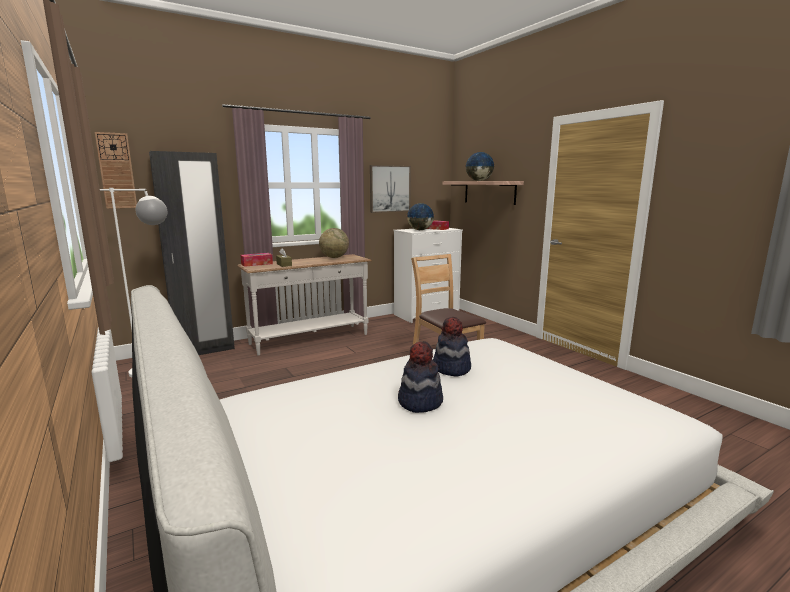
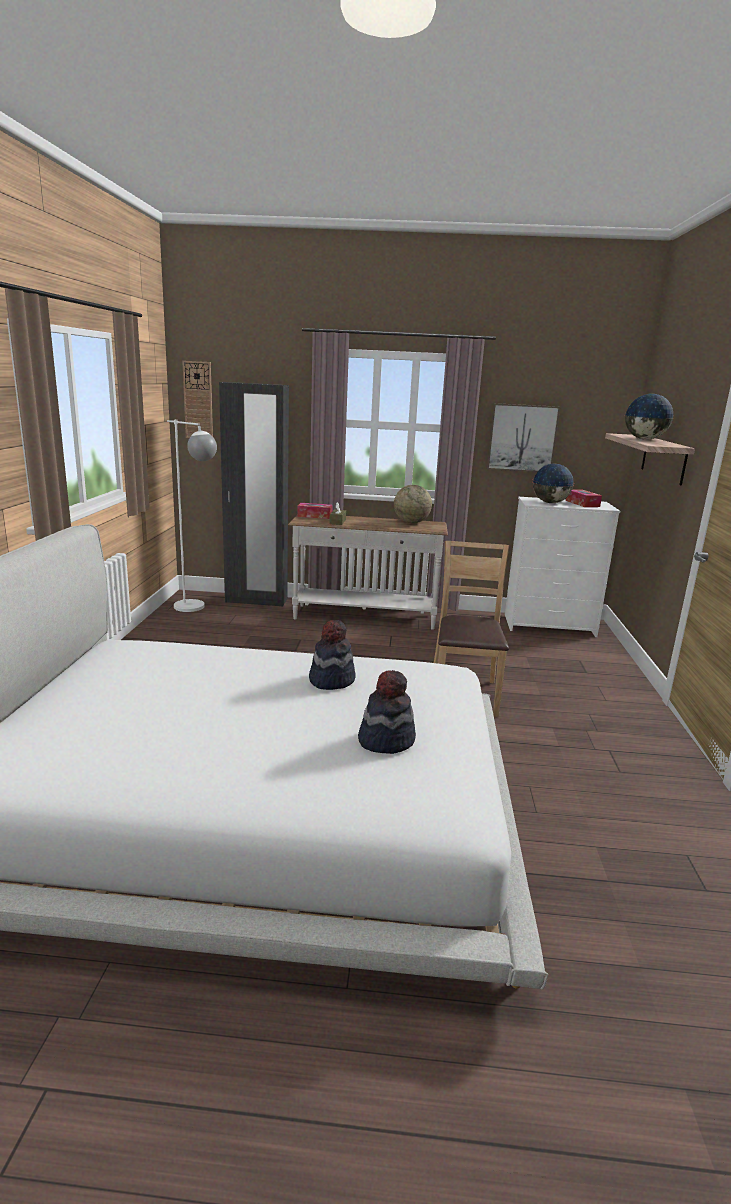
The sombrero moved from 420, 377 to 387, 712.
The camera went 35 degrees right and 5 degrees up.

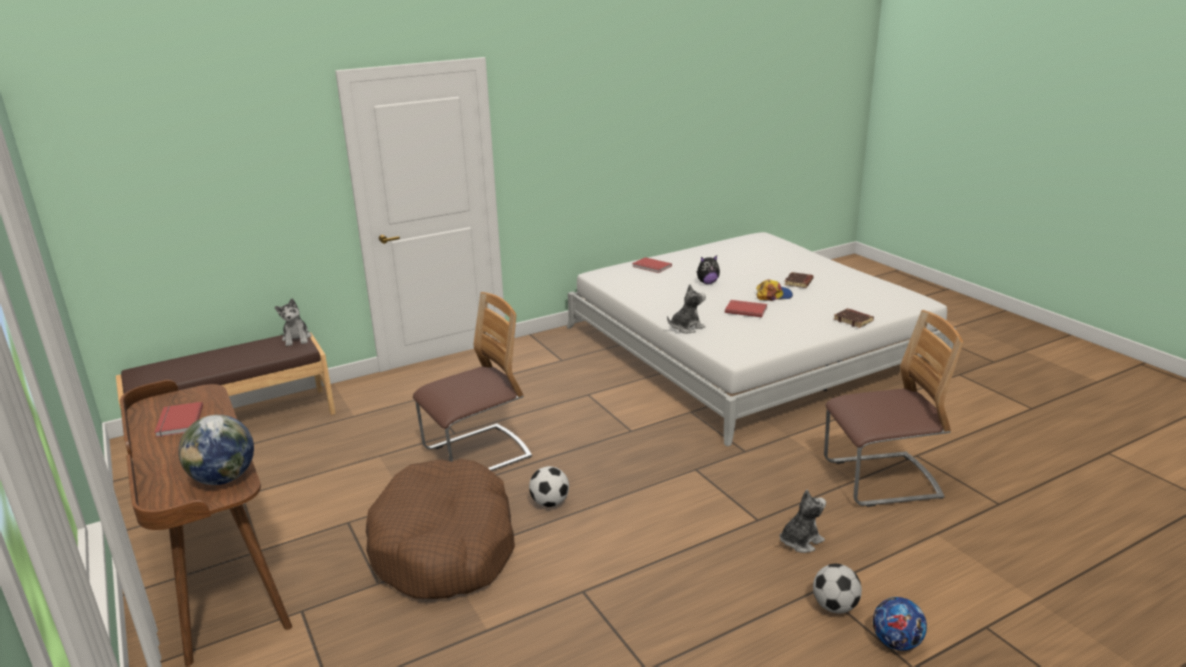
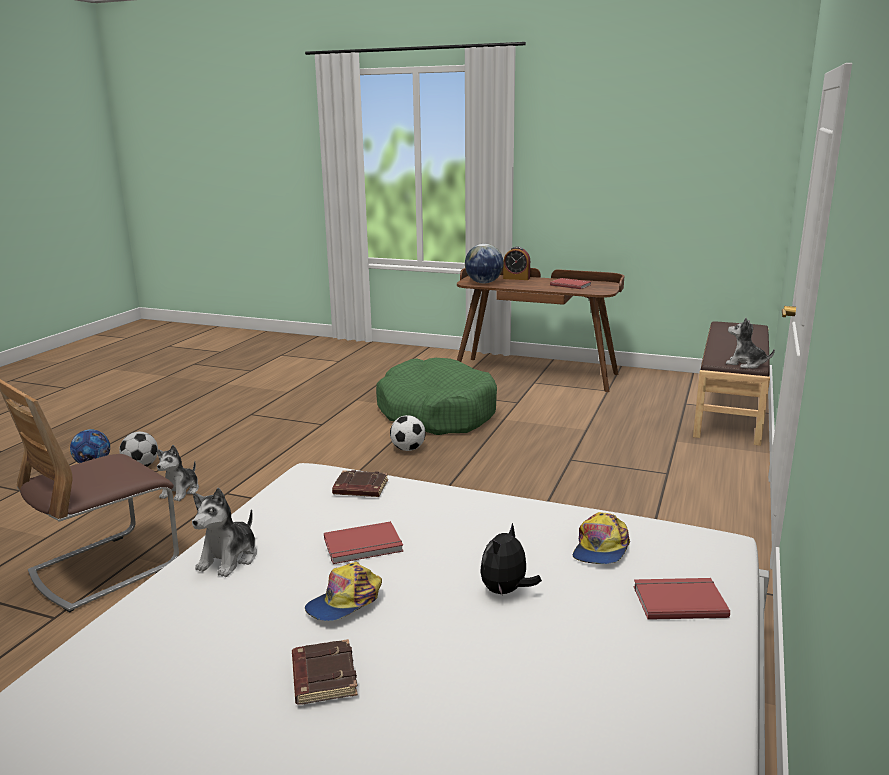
The peluche moved from 686, 309 to 224, 532.
The silla at 472, 381 disappeared.
The libro [marrón] moved from 854, 318 to 360, 483.
The cama para perro [marrón] at 440, 529 became the cama para perro [verde] at 436, 396.
The despertador at 516, 263 appeared.
The gorra at 601, 538 appeared.
The camera went 140 degrees right and 5 degrees down.

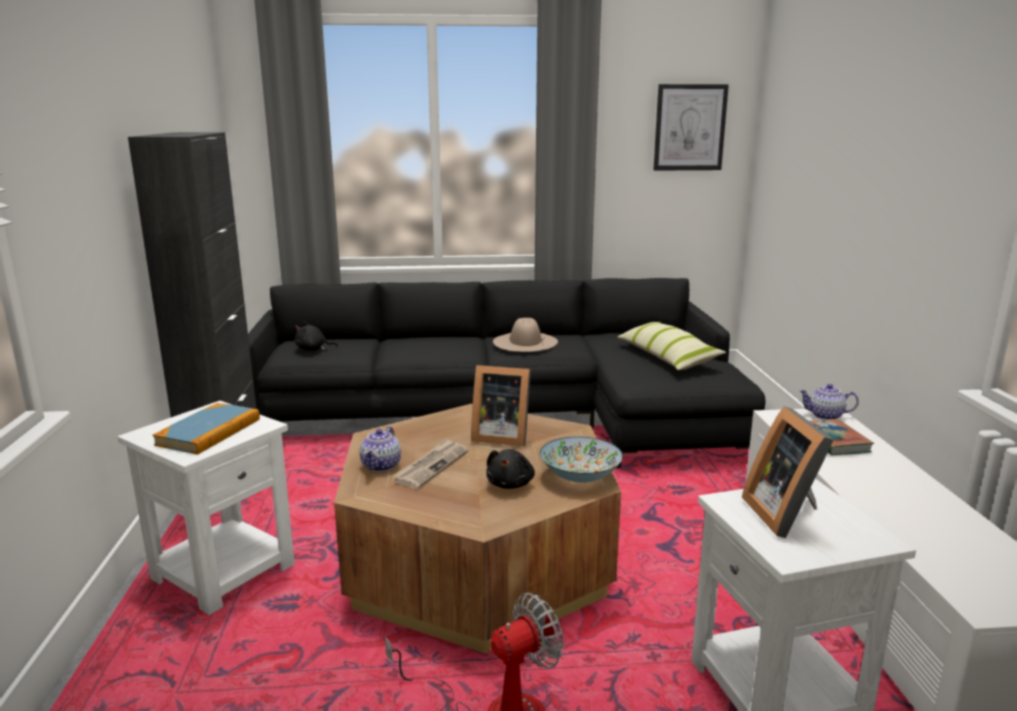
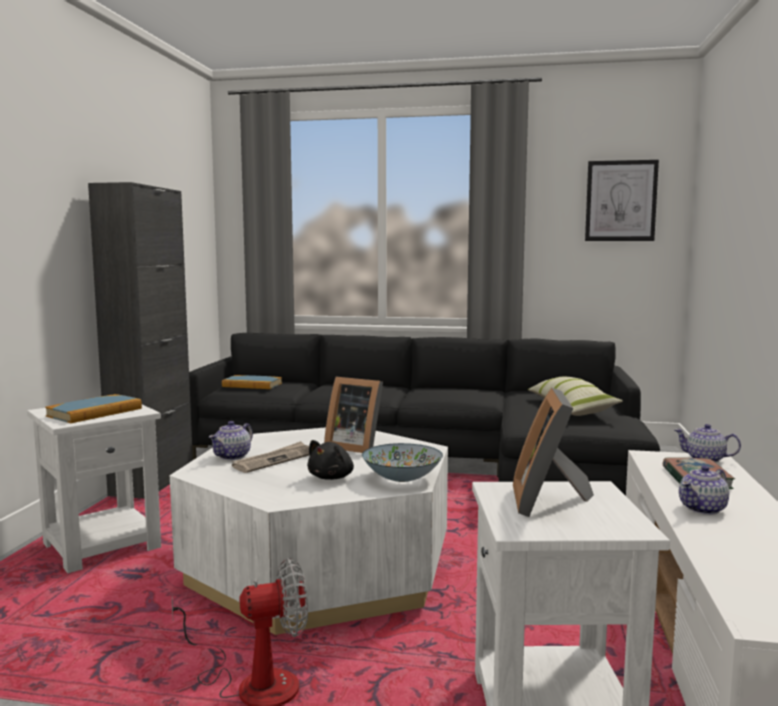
The sombrero [beis] at 525, 335 disappeared.
The peluche [negro] at 316, 336 was replaced by the libro at 252, 382.
The mesa de centro [marrón] at 477, 528 became the mesa de centro [blanco] at 309, 531.
The tetera at 704, 490 appeared.
The camera went 15 degrees right and 10 degrees down.

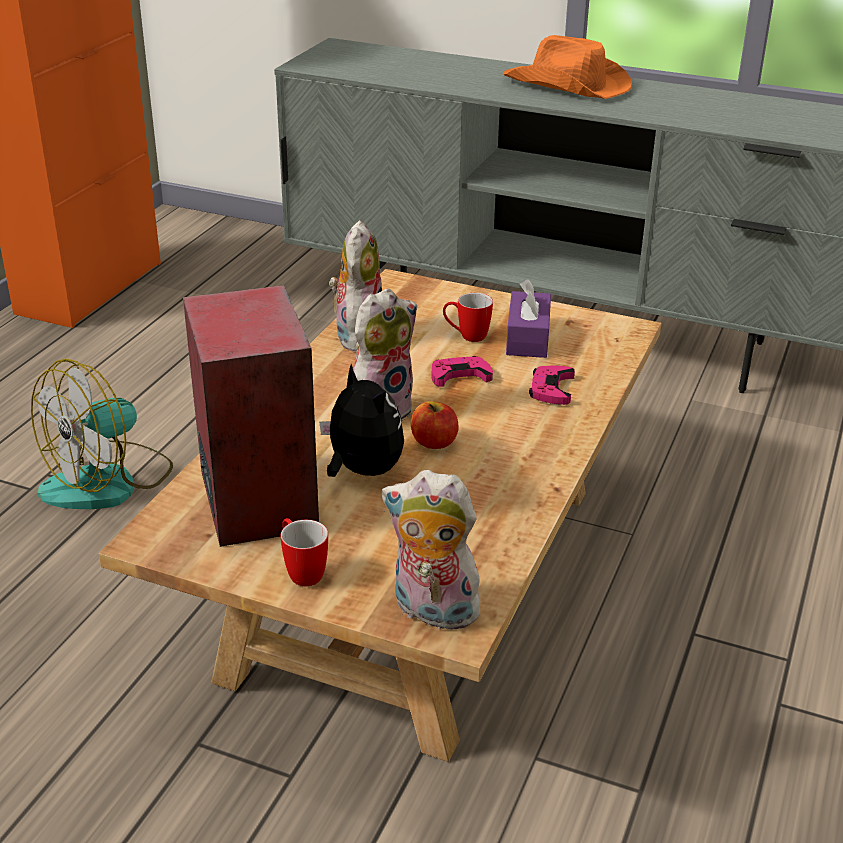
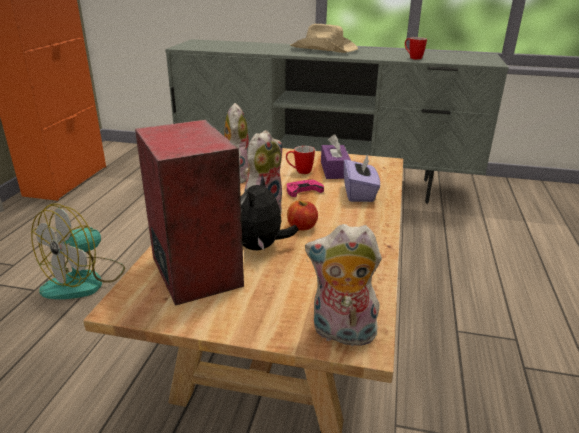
The sombrero [naranja] at 567, 67 became the sombrero [beis] at 324, 38.
The peluche at 362, 420 turned 120 degrees counterclockwise.
The mando de consola [rosa] at 552, 385 was replaced by the caja de pañuelos [morado] at 362, 178.
The taza grande moved from 304, 552 to 416, 48.
The camera went 10 degrees left and 5 degrees down.

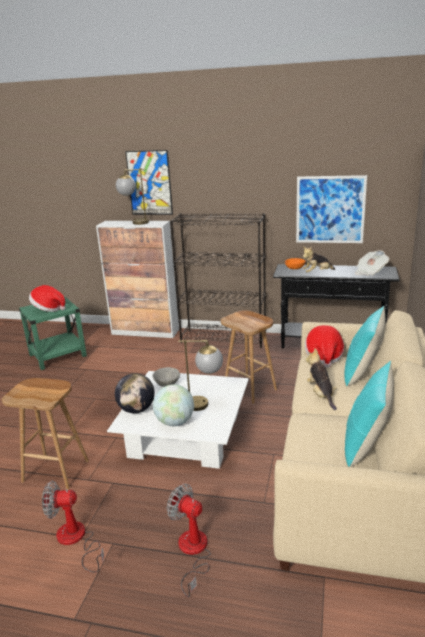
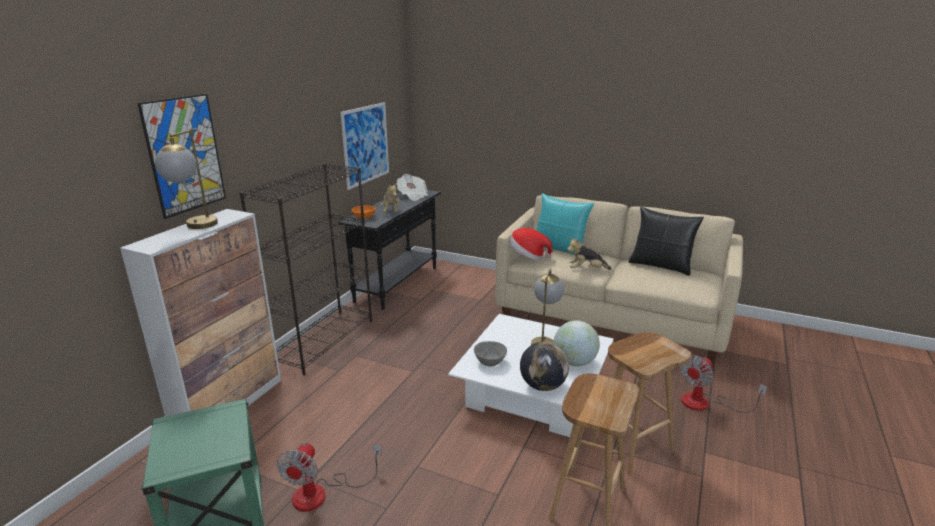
The sombrero at 47, 298 disappeared.
The taburete [marrón] moved from 249, 357 to 641, 404.
The cojín [turquesa] at 369, 414 became the cojín [negro] at 666, 241.
The ventilador moved from 73, 527 to 329, 477.
The camera went 80 degrees left and 0 degrees up.

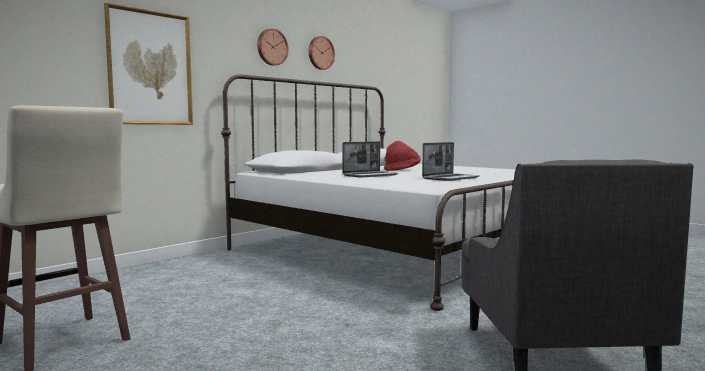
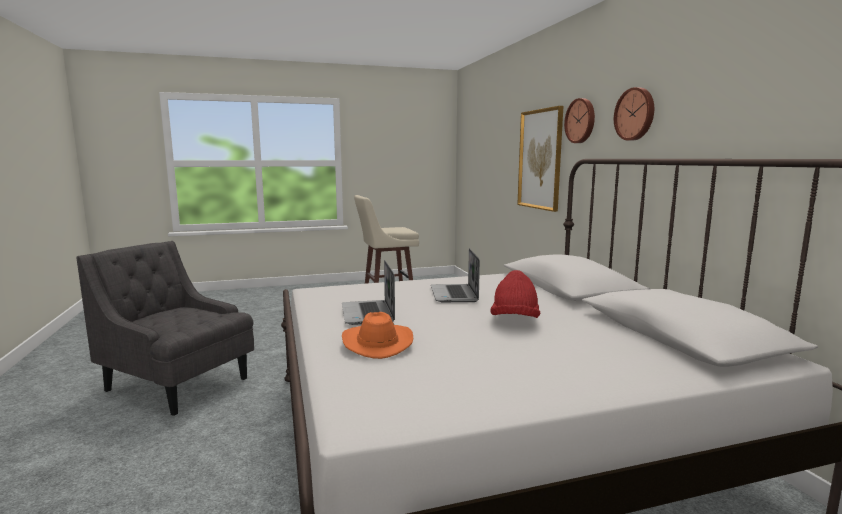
The reloj de pared moved from 322, 53 to 579, 120.
The sombrero [naranja] at 377, 335 appeared.
The camera went 120 degrees right and 5 degrees up.

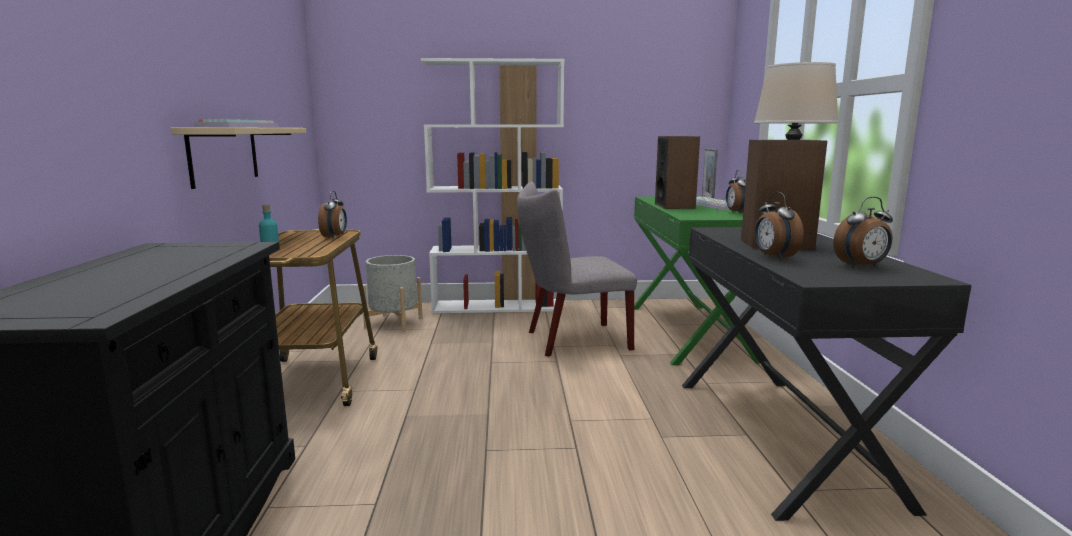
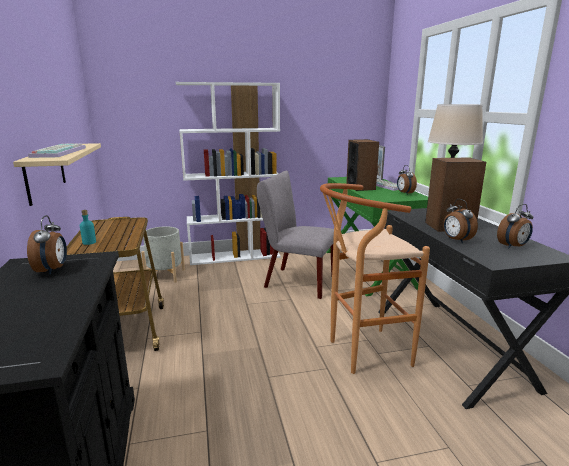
The silla [gris] at 577, 269 turned 45 degrees clockwise.
The despertador moved from 332, 214 to 47, 245.
The taburete [marrón] at 375, 278 appeared.
The camera went 10 degrees left and 5 degrees up.

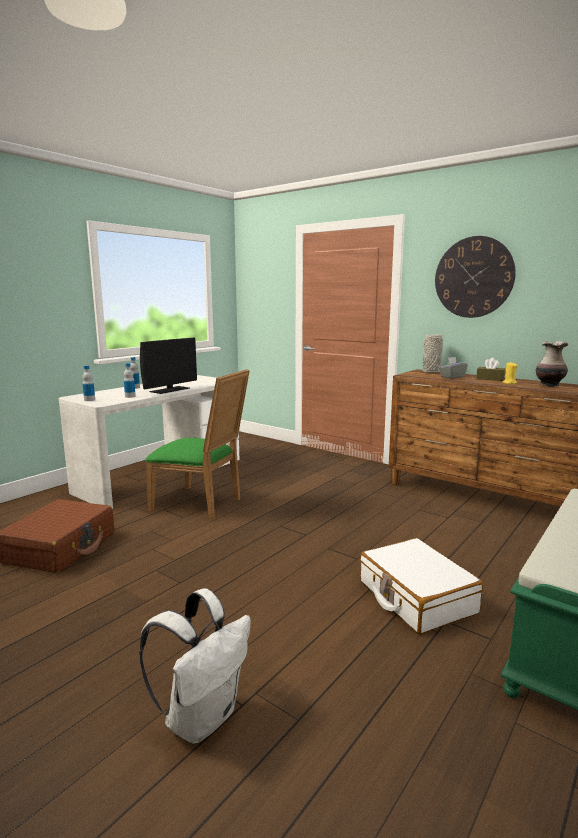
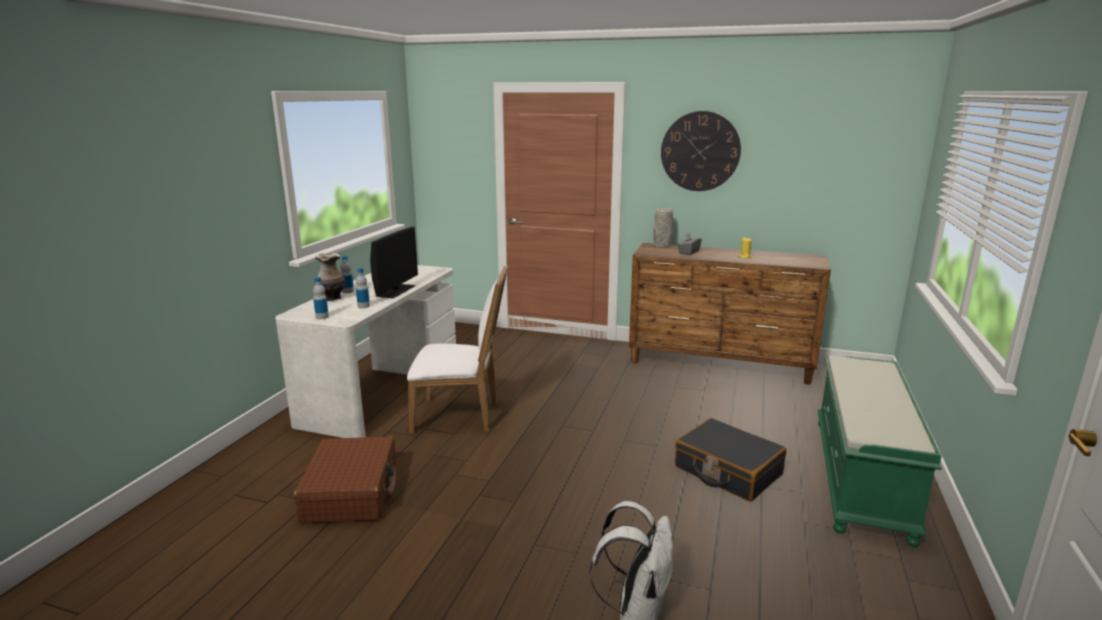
The florero moved from 552, 364 to 330, 277.
The caja de pañuelos [marrón] at 490, 369 disappeared.
The silla [verde] at 197, 444 became the silla [blanco] at 457, 350.
The maleta [blanco] at 421, 586 became the maleta [negro] at 730, 460.
The camera went 20 degrees left and 5 degrees up.

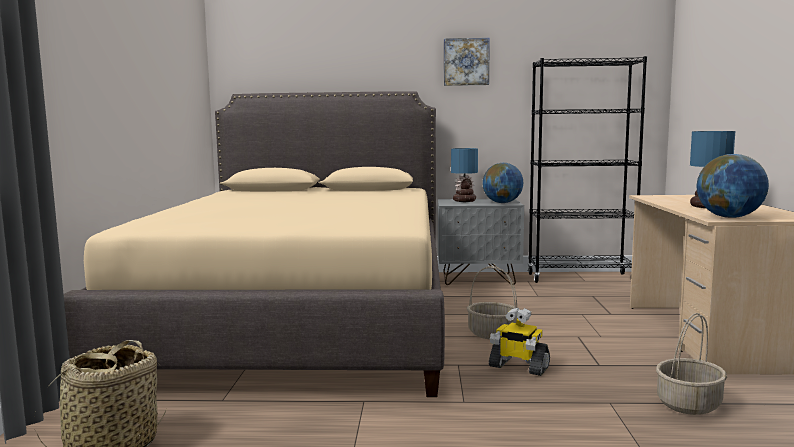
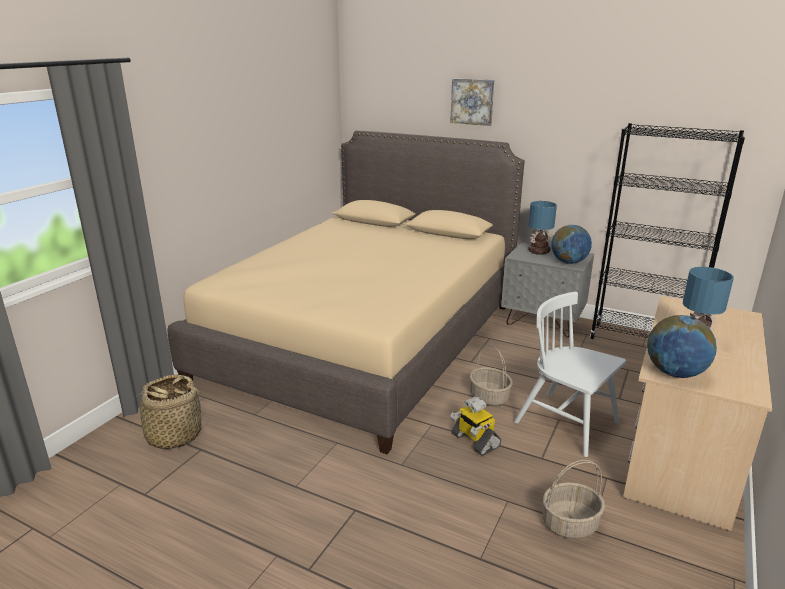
The cuadro moved from 467, 62 to 472, 102.
The silla [blanco] at 570, 374 appeared.
The camera went 25 degrees right and 15 degrees up.

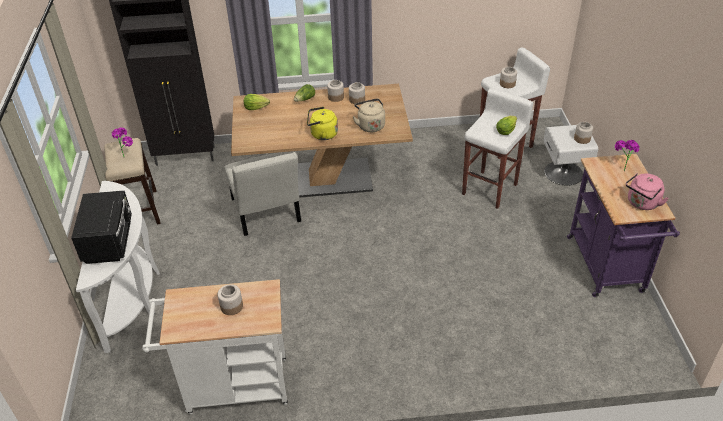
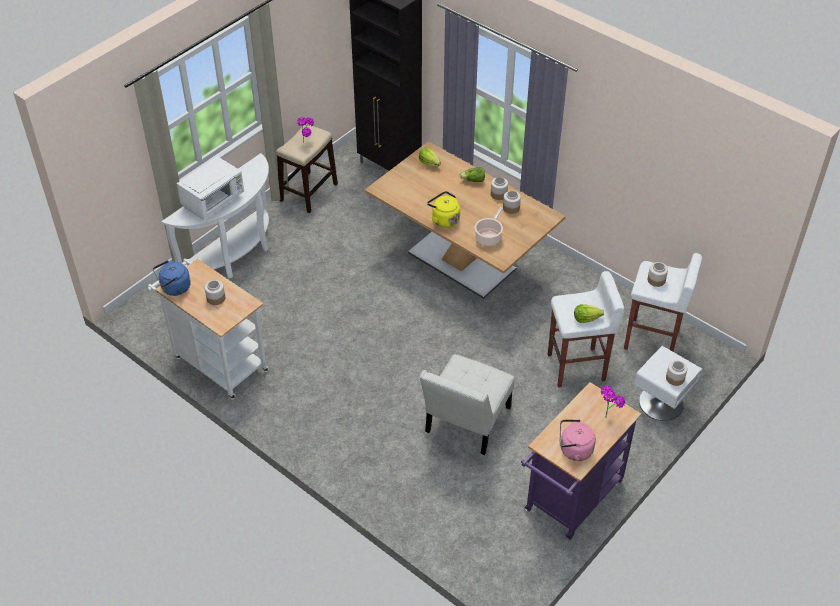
The hervidor [beis] at 369, 115 was replaced by the olla at 489, 226.
The silla [blanco] moved from 262, 194 to 467, 404.
The microondas [negro] at 101, 227 became the microondas [blanco] at 210, 188.
The hervidor [azul] at 172, 278 appeared.
The camera went 45 degrees right and 5 degrees up.

